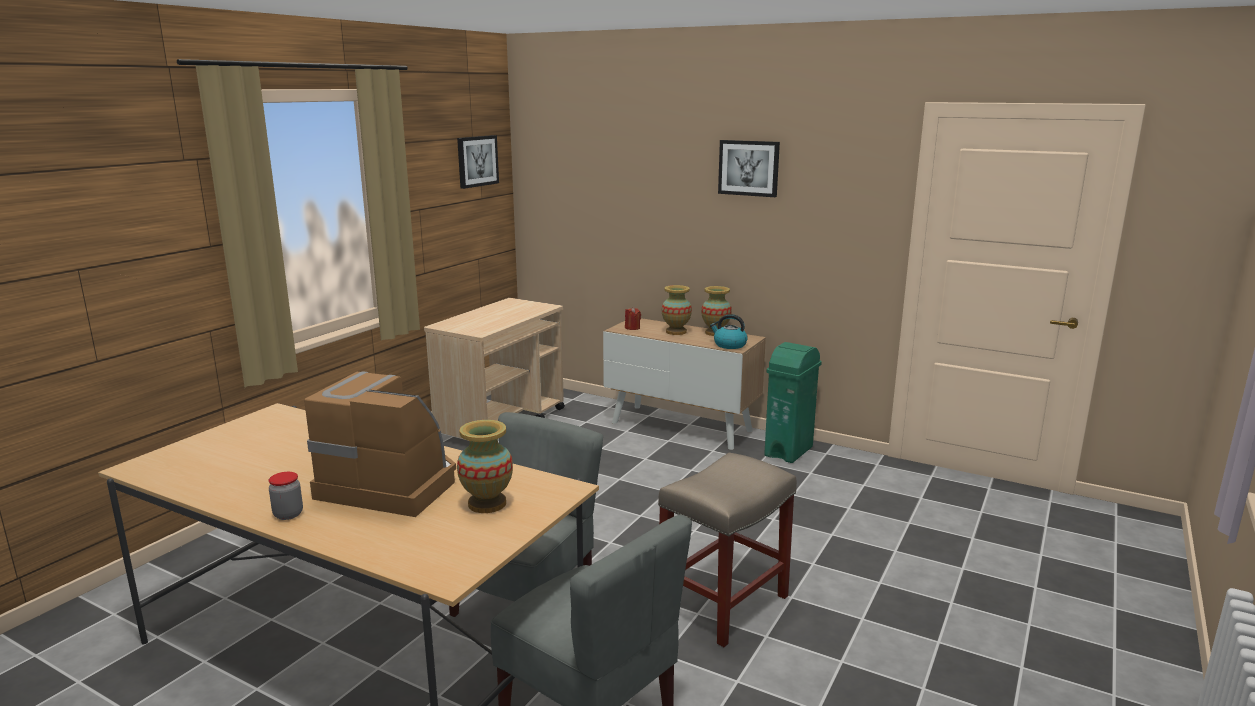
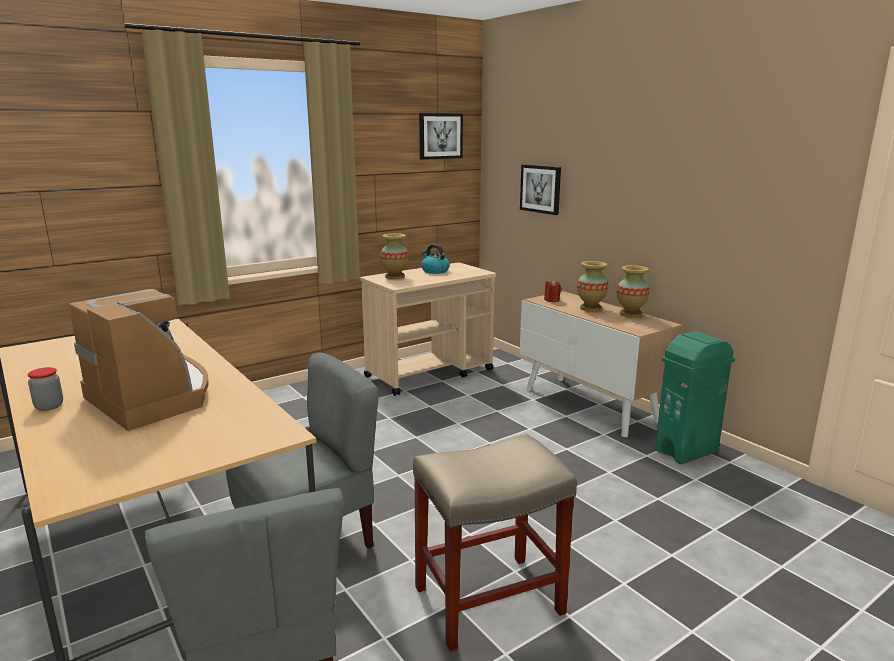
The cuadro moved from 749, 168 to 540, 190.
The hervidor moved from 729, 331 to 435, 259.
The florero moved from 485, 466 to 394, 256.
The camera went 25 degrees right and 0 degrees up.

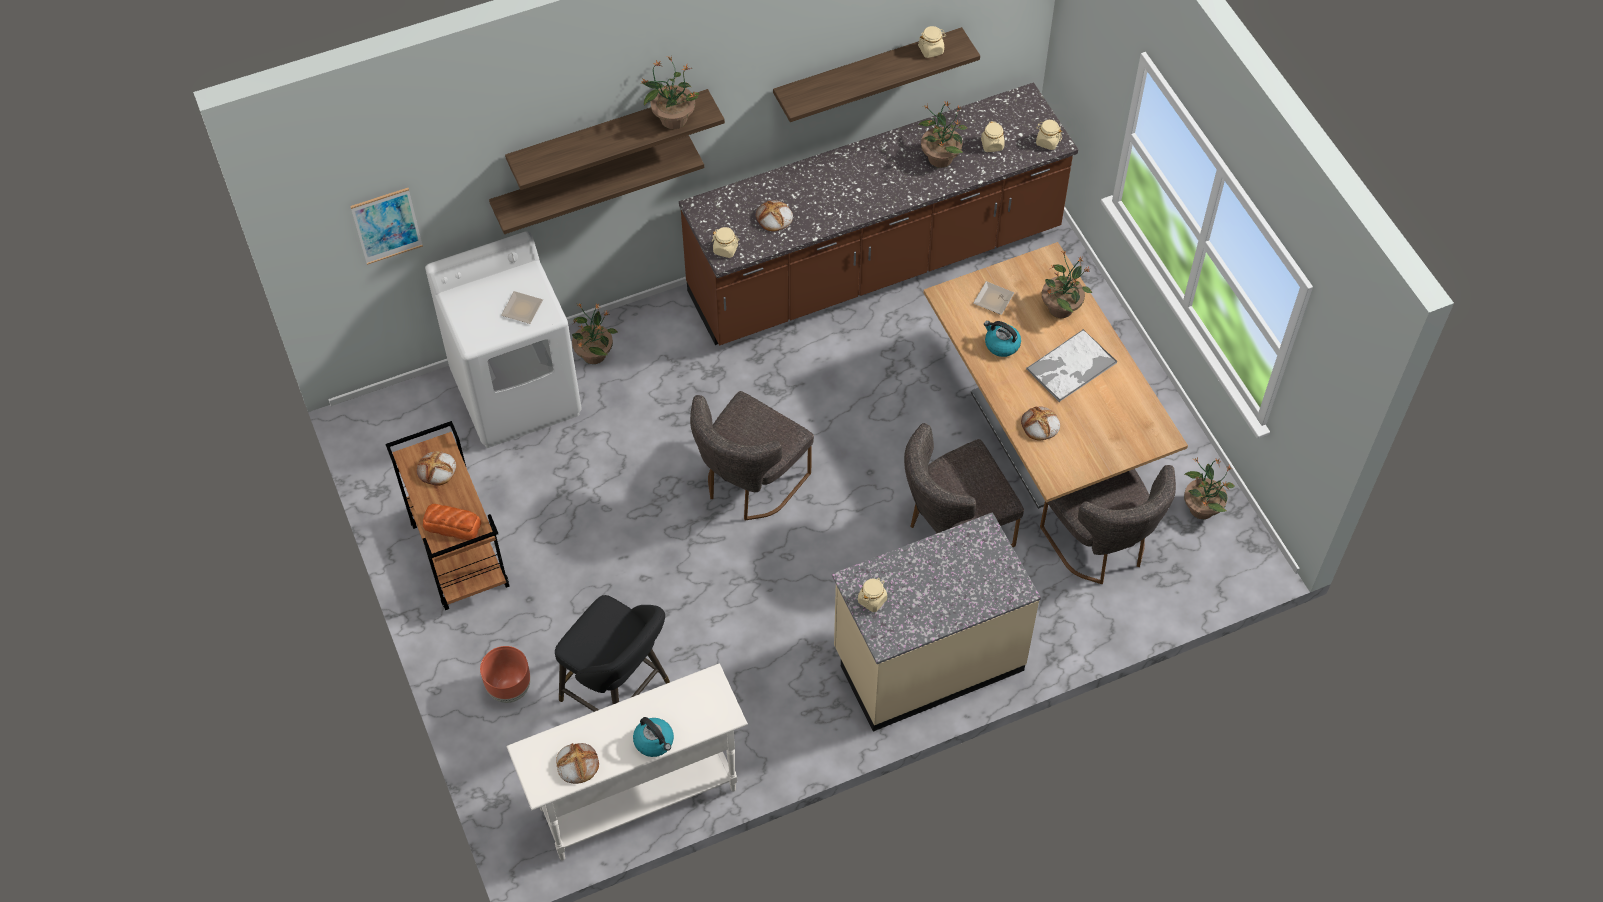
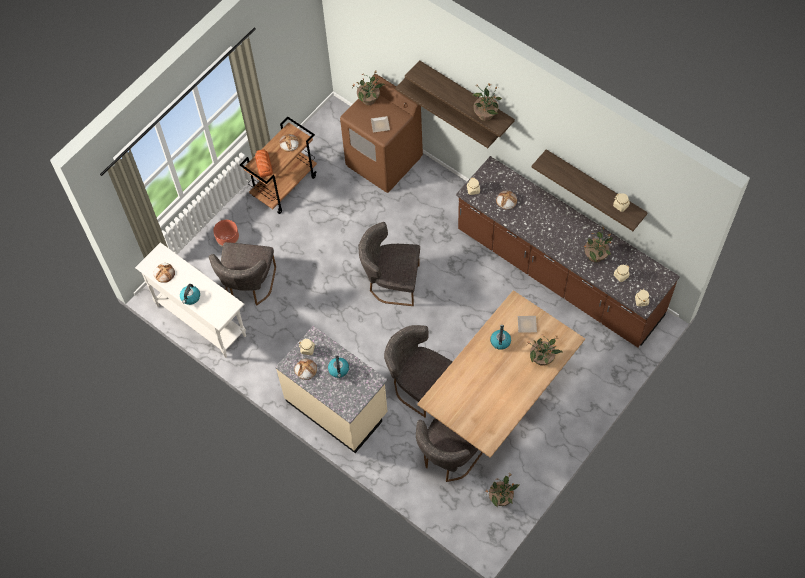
The cuadro at 386, 226 disappeared.
The lavadora [blanco] at 503, 339 became the lavadora [marrón] at 381, 133.
The planta en maceta moved from 595, 333 to 369, 87.
The bandeja at 1071, 366 disappeared.
The pan moved from 1040, 423 to 305, 369.
The taburete [negro] at 612, 653 was replaced by the silla [gris] at 242, 274.
The hervidor at 338, 367 appeared.
The camera went 65 degrees right and 5 degrees up.

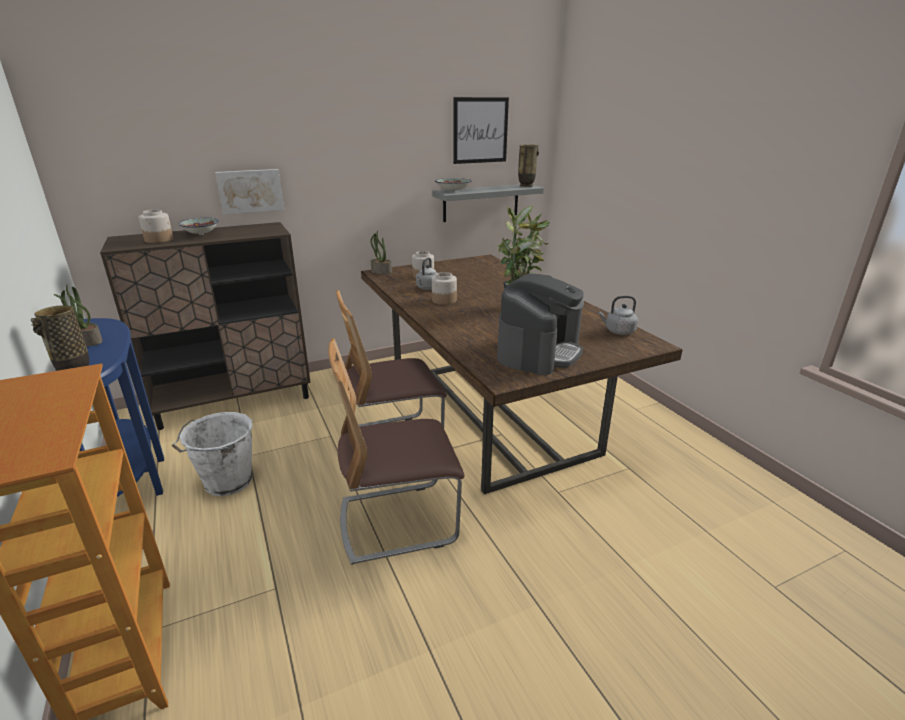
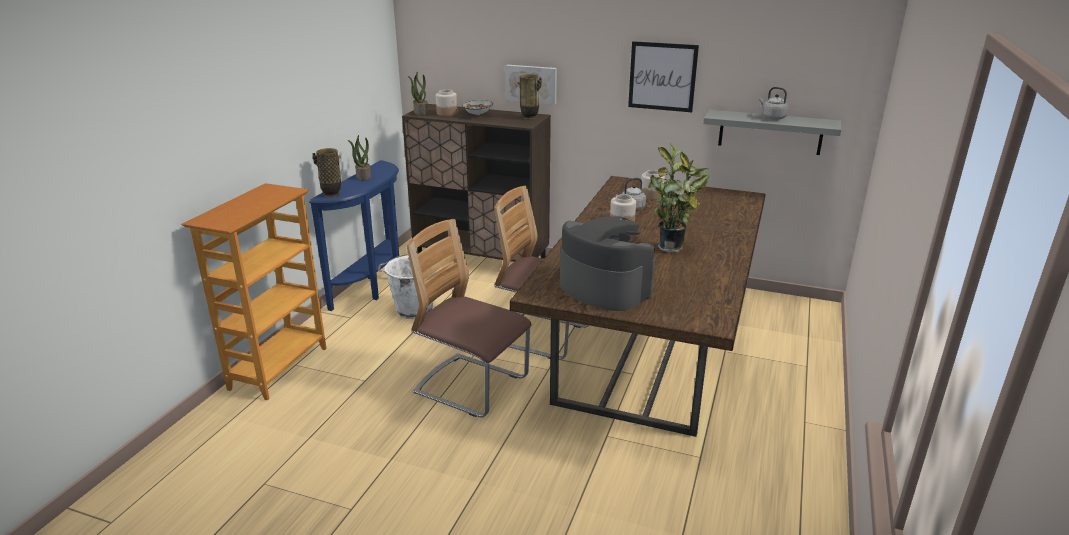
The cuadro moved from 481, 130 to 663, 76.
The florero moved from 528, 166 to 529, 97.
The cuenco at 453, 185 disappeared.
The planta en maceta moved from 381, 252 to 418, 93.
The cafetera at 540, 324 turned 120 degrees counterclockwise.
The hervidor [gris] moved from 618, 315 to 773, 103.
The camera went 45 degrees right and 0 degrees up.

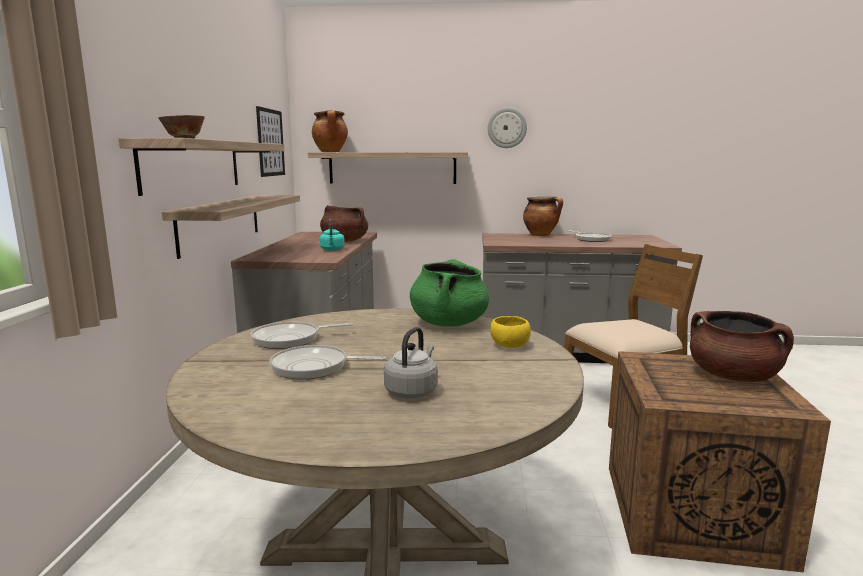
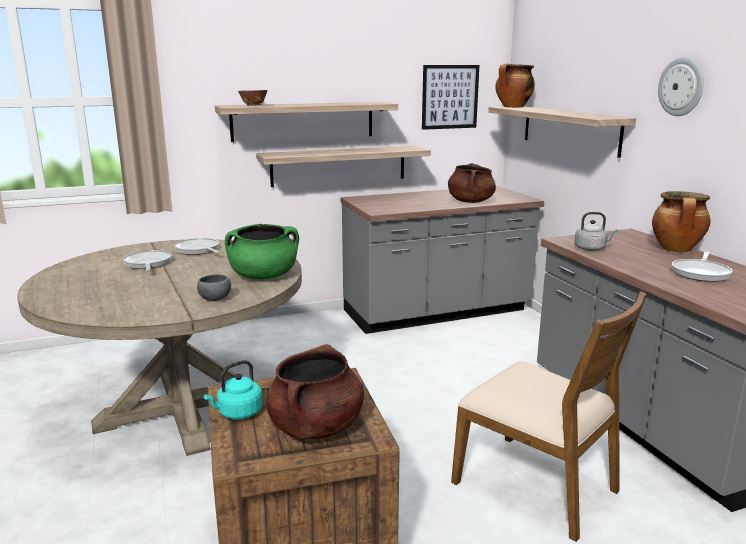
The hervidor [turquesa] moved from 332, 235 to 233, 390.
The cuenco [amarillo] at 510, 332 became the cuenco [gris] at 214, 287.
The hervidor [gris] moved from 411, 362 to 596, 231.
The camera went 65 degrees right and 5 degrees up.

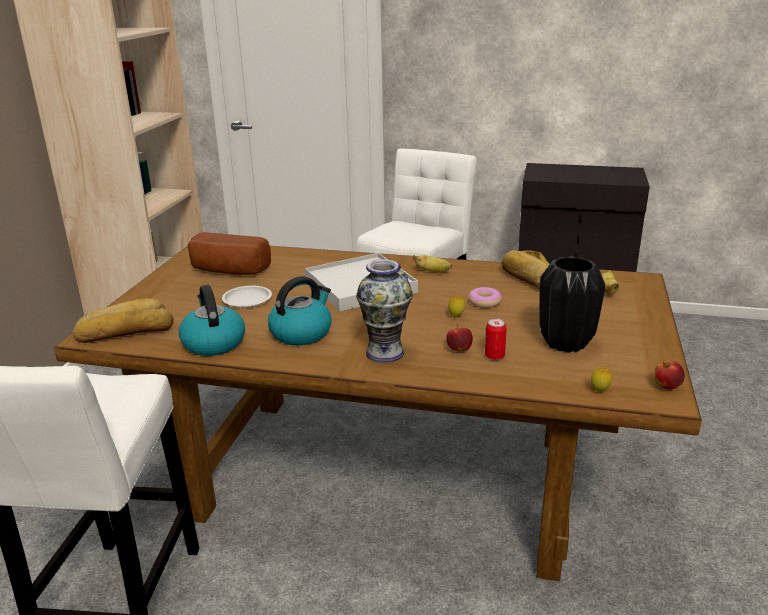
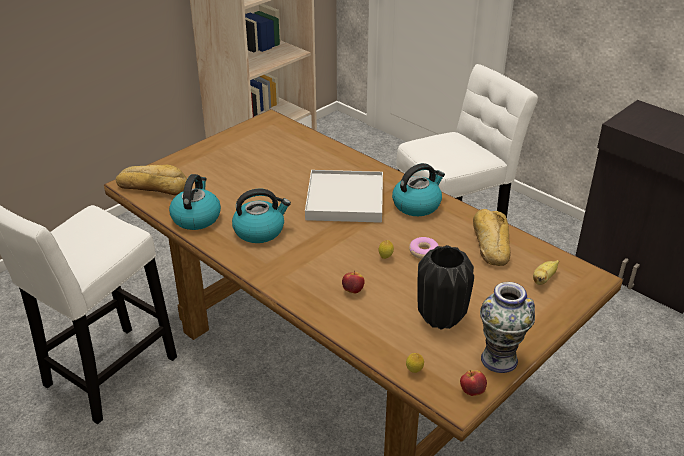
The pan at 229, 253 disappeared.
The plátano at 432, 264 was replaced by the hervidor at 418, 189.
The florero moved from 384, 311 to 507, 327.
The plato [blanco] at 247, 297 disappeared.
The lata at 496, 339 disappeared.
The camera went 30 degrees right and 10 degrees up.

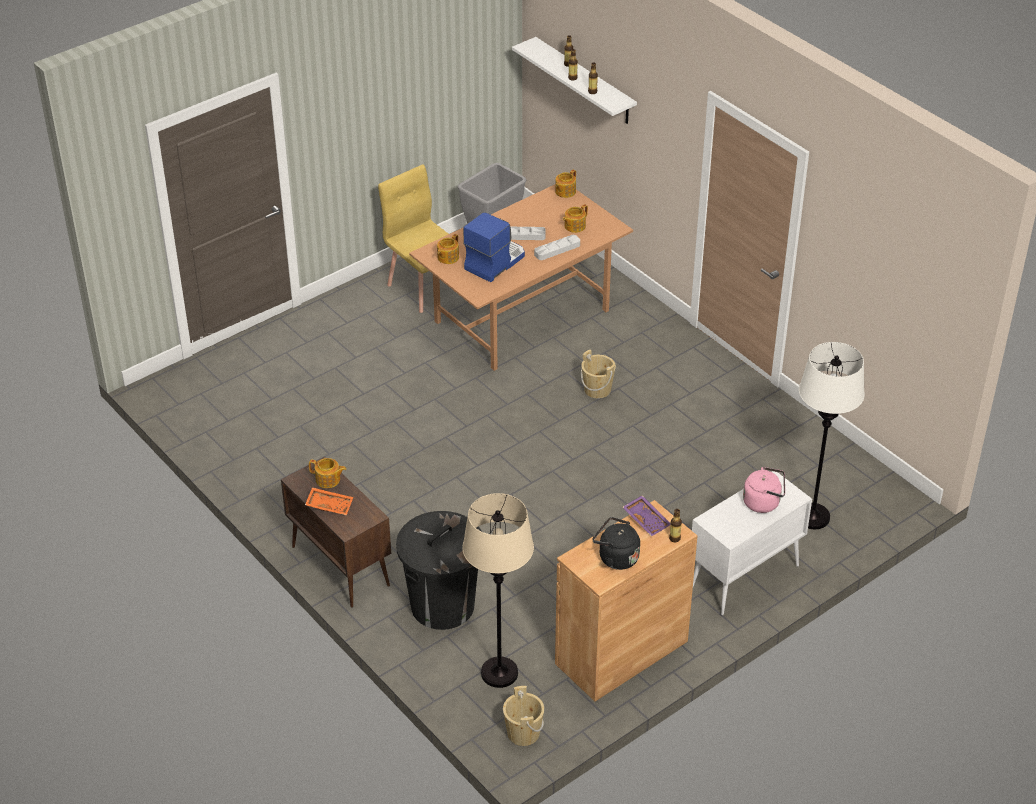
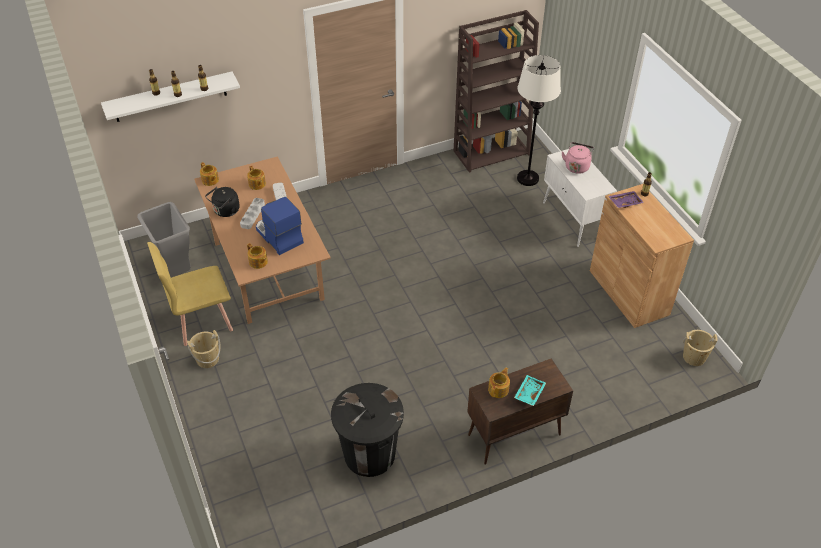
The cubo [beis] moved from 598, 374 to 204, 349.
The bandeja [naranja] at 329, 501 became the bandeja [turquesa] at 530, 390.
The lámpara de pie [beis] at 498, 590 disappeared.
The papelera [negro] moved from 438, 570 to 367, 430.
The hervidor [negro] moved from 616, 543 to 222, 202.
The estantería [marrón] at 496, 91 appeared.
The camera went 75 degrees left and 5 degrees up.

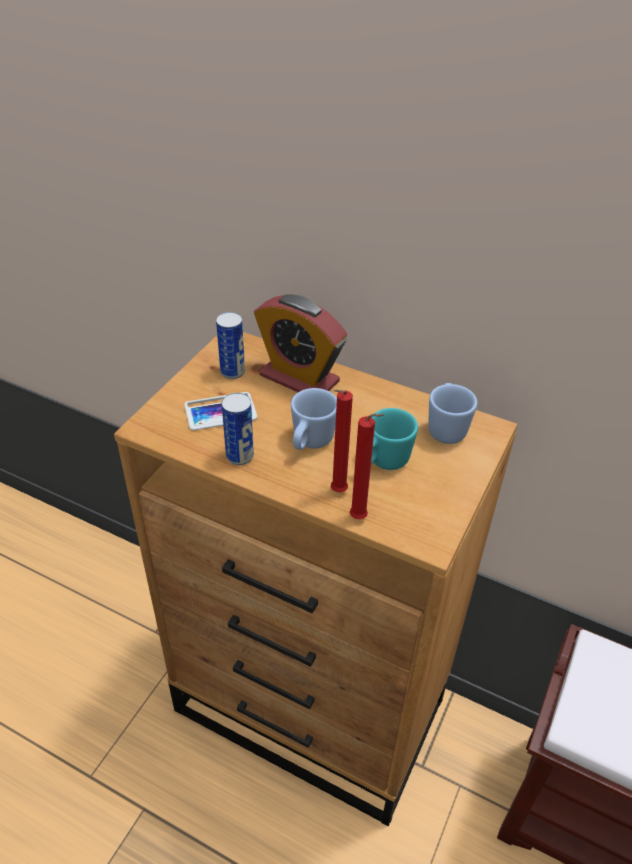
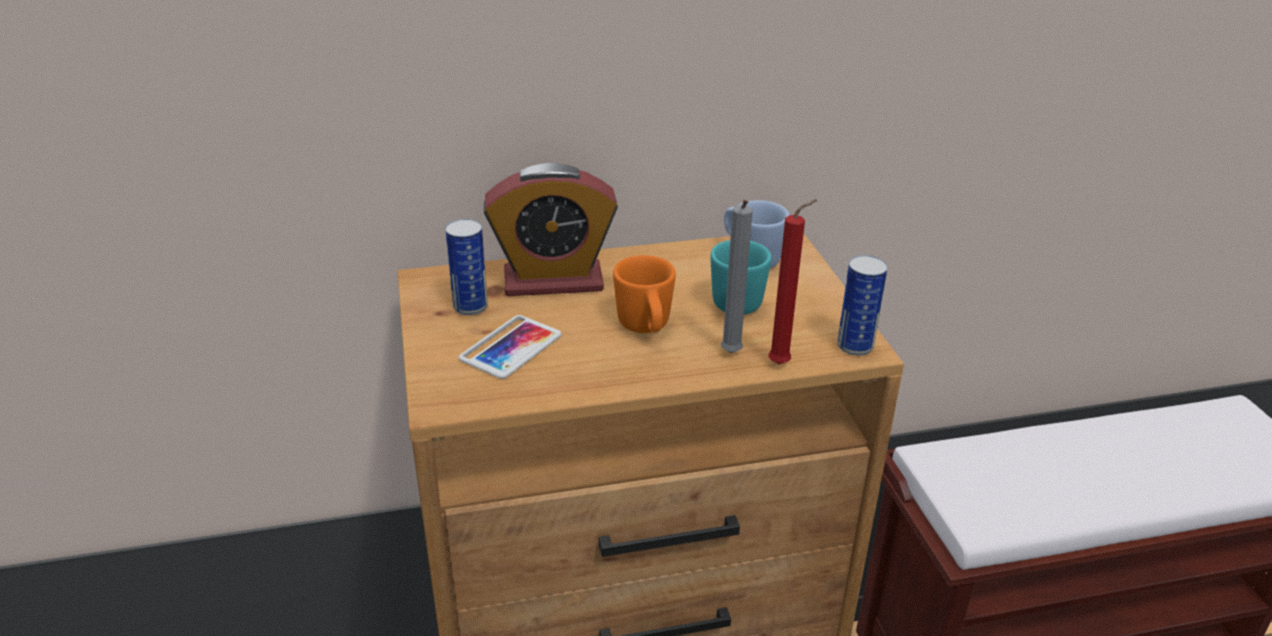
The taza grande [azul] at 314, 419 became the taza grande [naranja] at 644, 294.
The vela [rojo] at 342, 440 became the vela [gris] at 737, 276.
The lata moved from 238, 429 to 862, 305.
The camera went 40 degrees left and 10 degrees down.

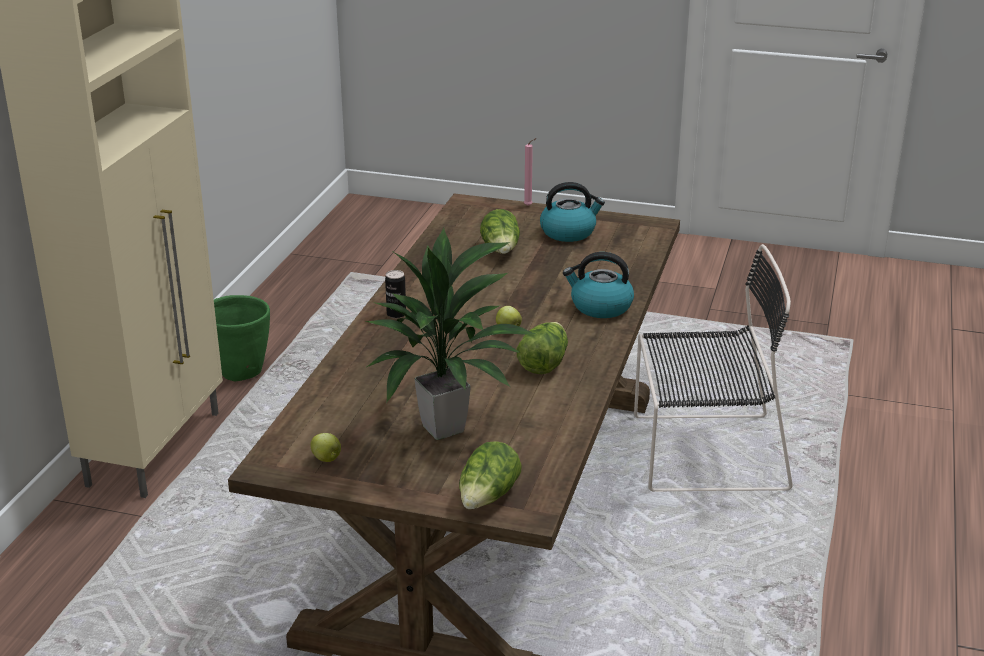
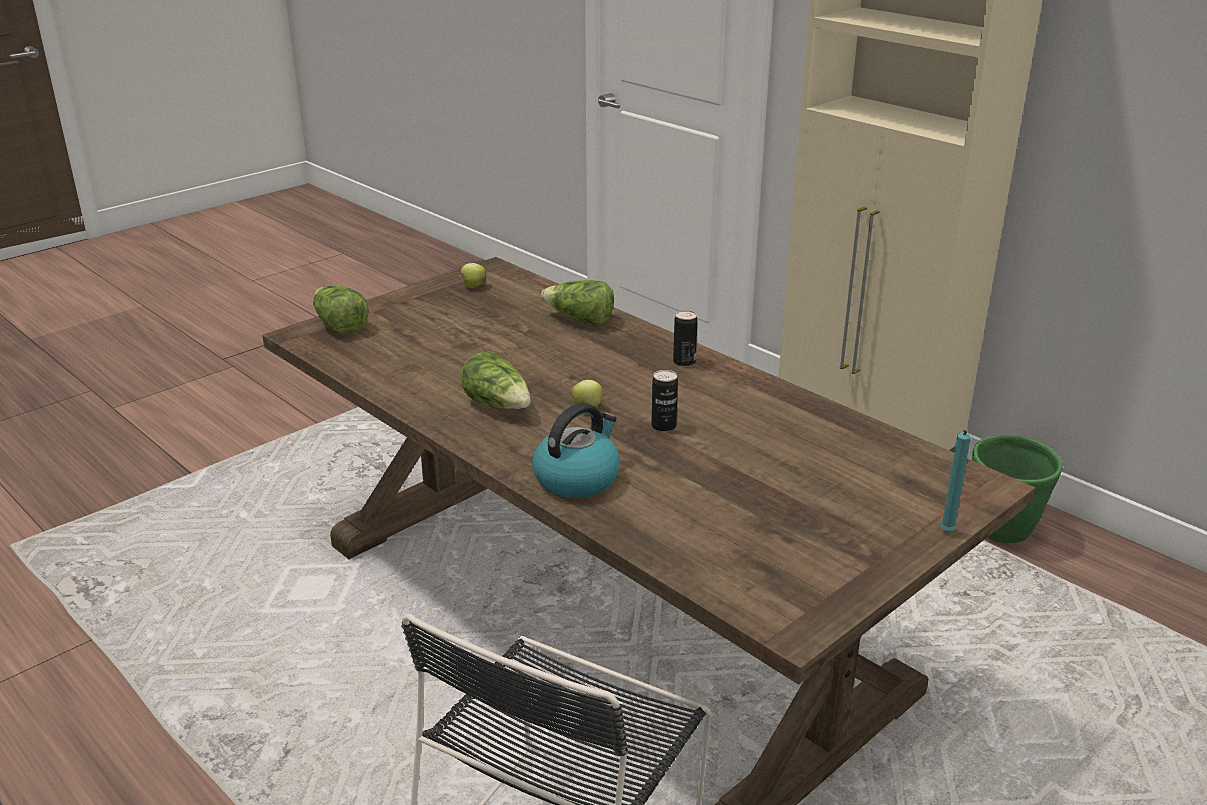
The vela [rosa] at 530, 172 became the vela [turquesa] at 955, 481.
The hervidor at 572, 212 disappeared.
The lechuga moved from 500, 231 to 577, 303.
The planta en maceta at 450, 334 disappeared.
The lata at 664, 401 appeared.
The camera went 120 degrees right and 0 degrees up.

